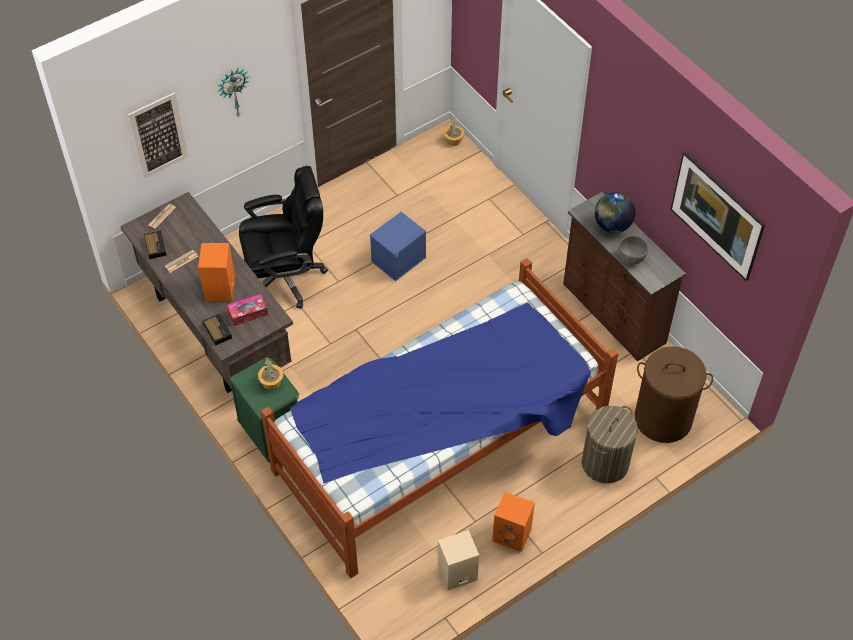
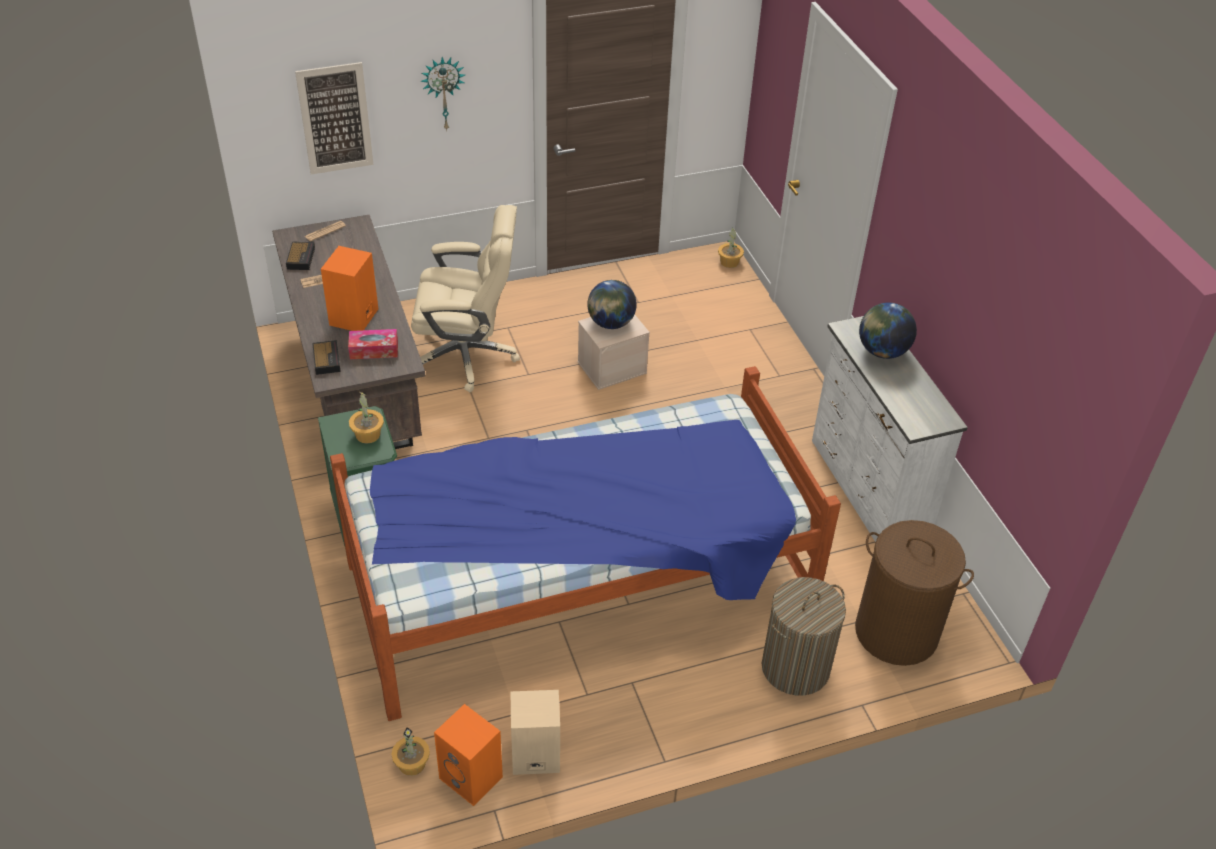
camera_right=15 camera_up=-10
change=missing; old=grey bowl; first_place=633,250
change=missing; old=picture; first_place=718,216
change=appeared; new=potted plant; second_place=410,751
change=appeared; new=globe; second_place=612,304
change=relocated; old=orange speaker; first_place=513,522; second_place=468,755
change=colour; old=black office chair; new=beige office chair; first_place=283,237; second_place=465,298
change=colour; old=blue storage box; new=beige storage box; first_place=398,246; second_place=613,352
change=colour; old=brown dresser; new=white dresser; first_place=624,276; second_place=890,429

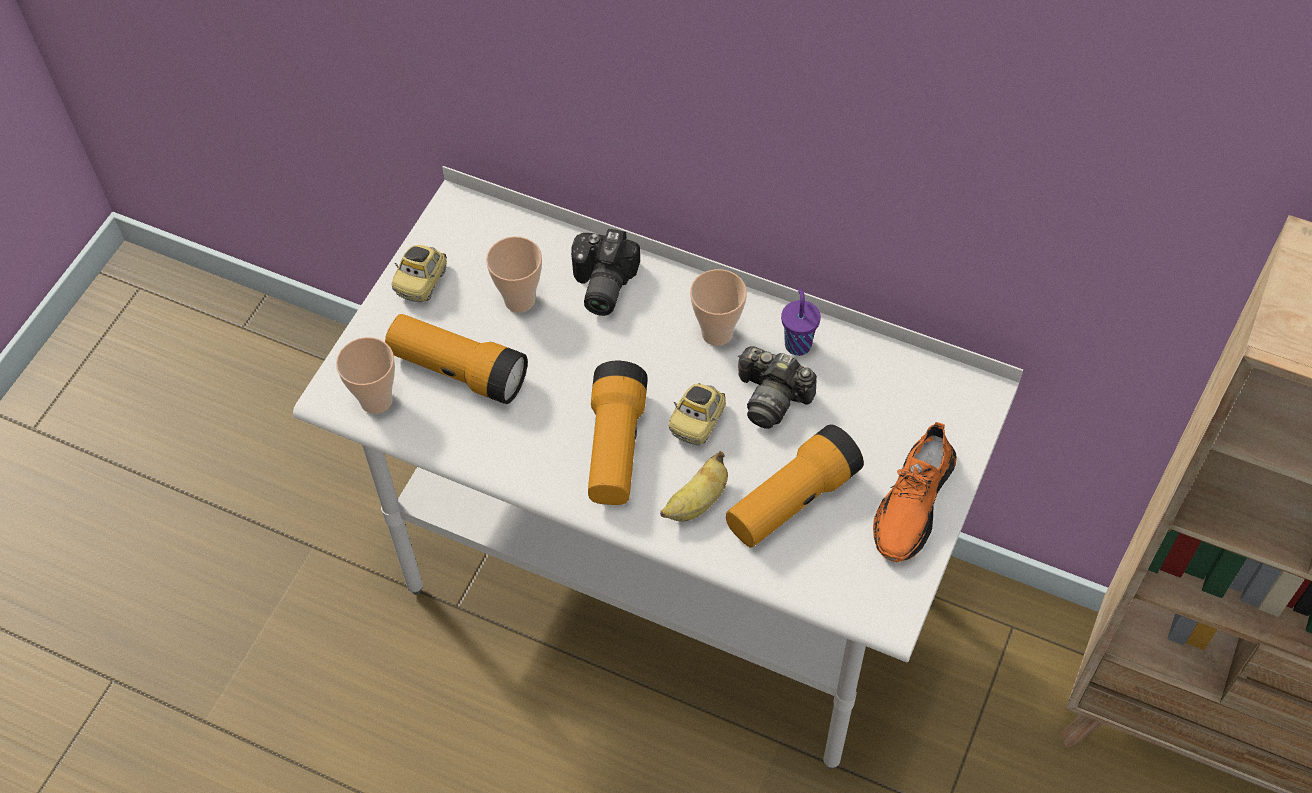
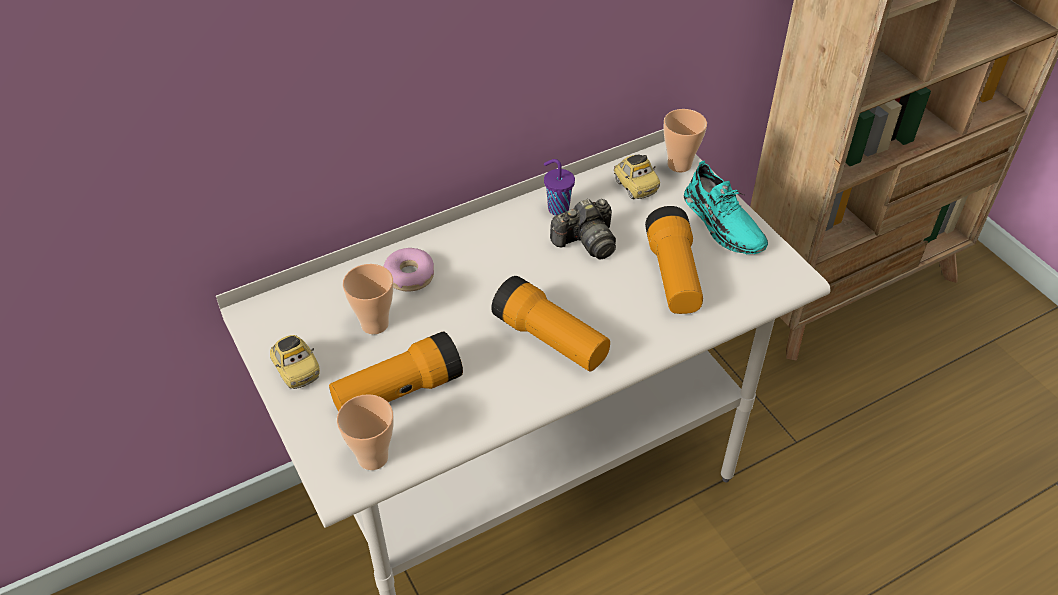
camera_right=-55 camera_up=-10
change=missing; old=banana; first_place=694,486
change=relocated; old=toy car; first_place=697,414; second_place=637,176
change=relocated; old=cup; first_place=718,307; second_place=685,141
change=exchanged; old=photo camera; new=donut; first_place=605,272; second_place=408,270
change=colour; old=orange shoe; new=turquoise shoe; first_place=915,492; second_place=726,207

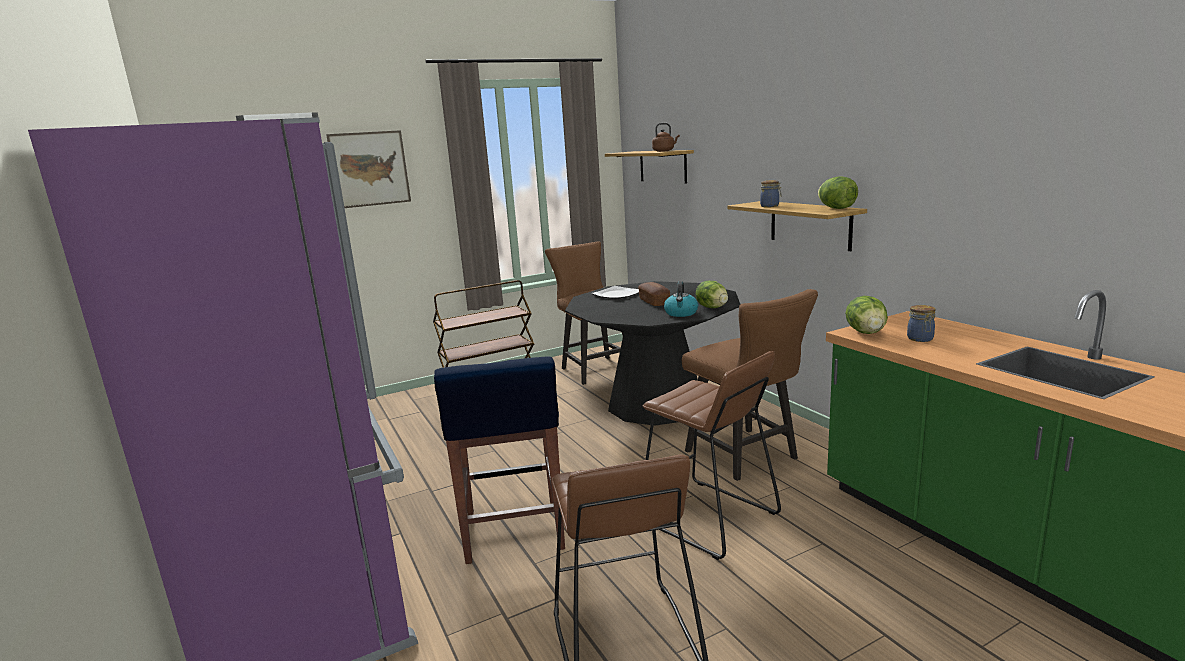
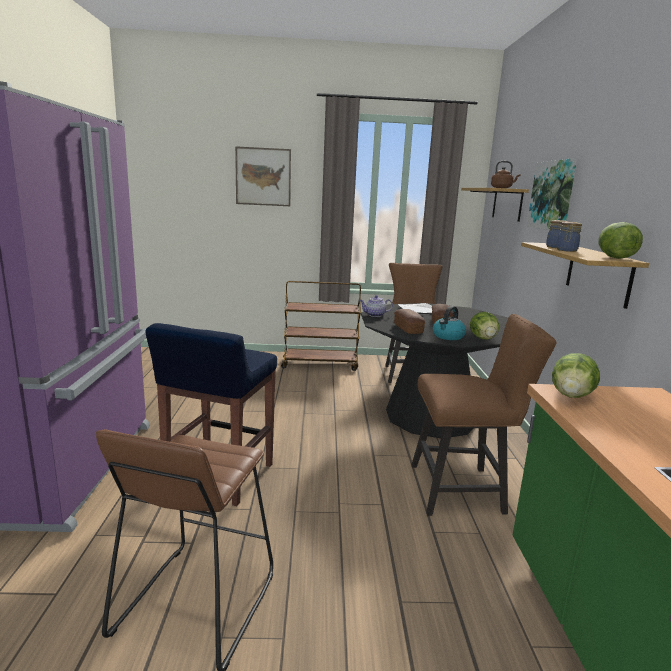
camera_right=25 camera_up=0
change=missing; old=brown stool; first_place=711,455
change=appeared; new=teapot; second_place=376,306
change=appeared; new=bread; second_place=409,321
change=appeared; new=picture; second_place=552,194
change=relocated; old=jar; first_place=921,323; second_place=569,237
change=spun; old=brown chair; first_place=750,385; second_place=484,415; degrees=-90

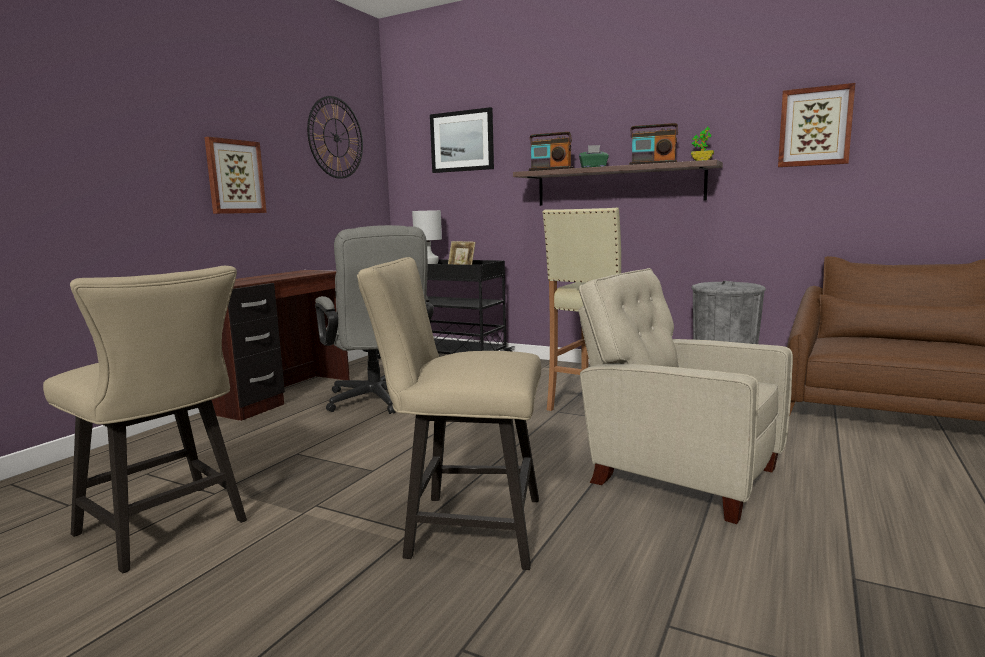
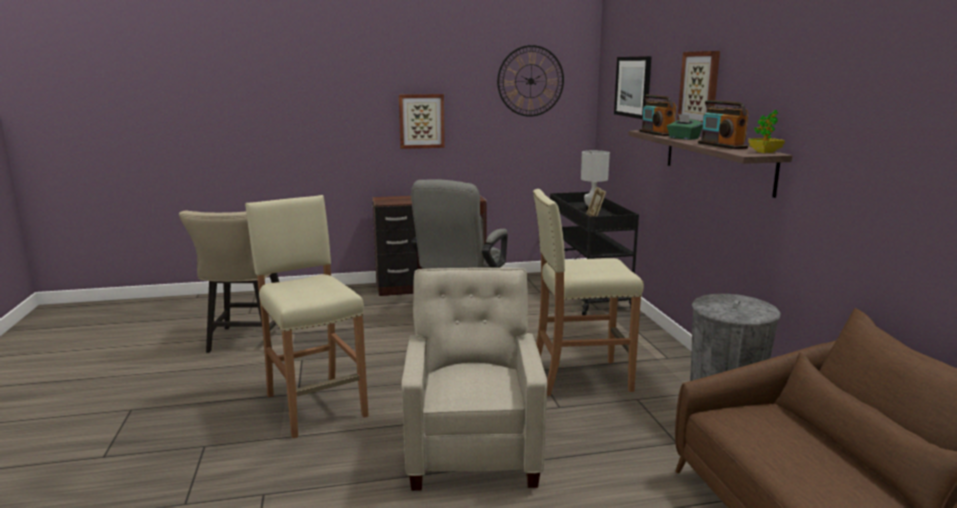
camera_right=50 camera_up=5
change=relocated; old=picture; first_place=816,125; second_place=698,86
change=exchanged; old=beige chair; new=beige stool; first_place=449,413; second_place=307,316

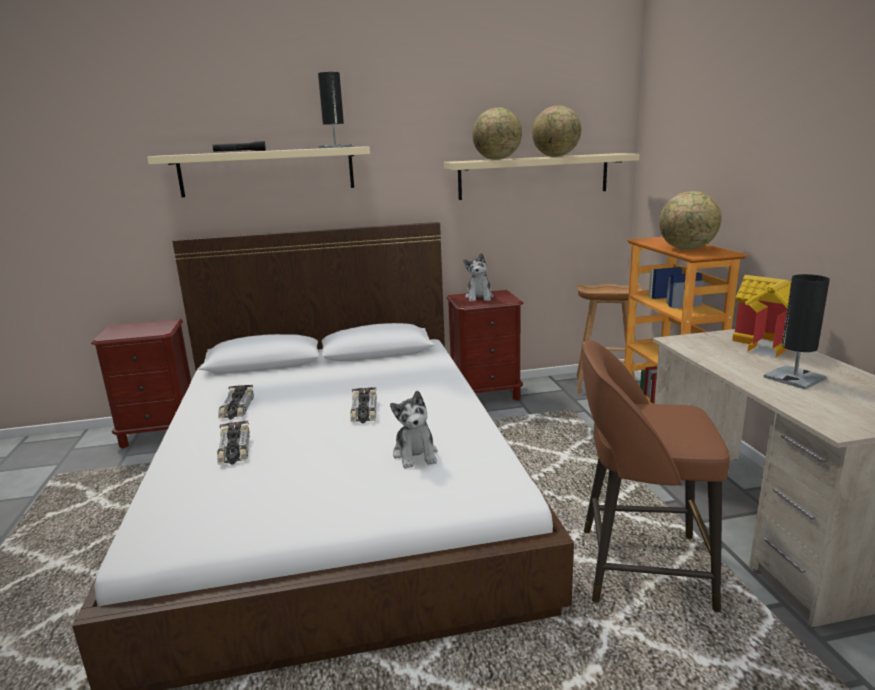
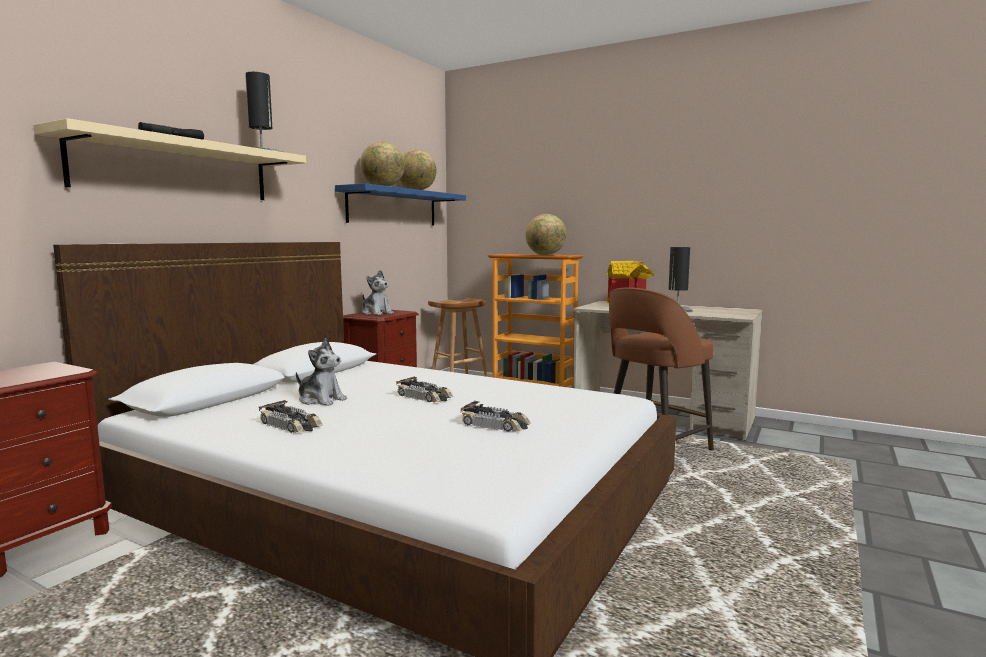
camera_right=-50 camera_up=-10
change=relocated; old=toy car; first_place=233,443; second_place=496,416
change=relocated; old=plush toy; first_place=414,430; second_place=321,372
change=colour; old=beige shelf; new=blue shelf; first_place=542,176; second_place=400,204

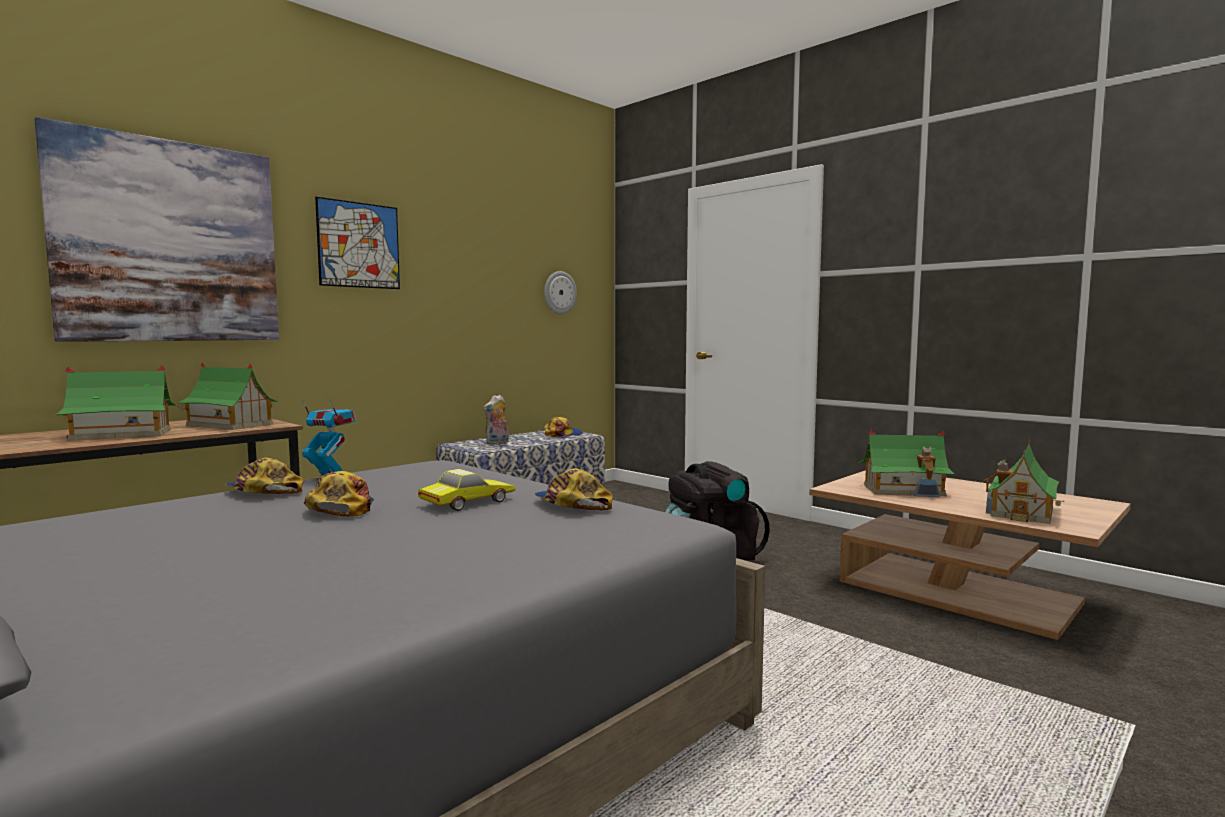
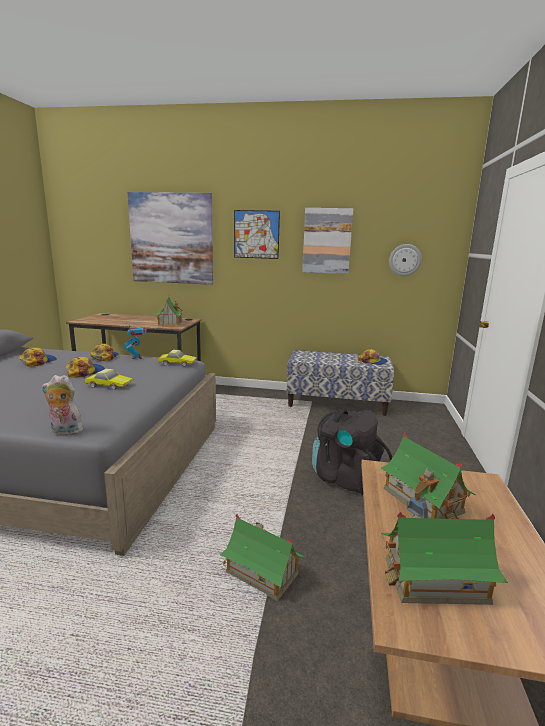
camera_right=55 camera_up=10
change=appeared; new=toy car; second_place=177,358
change=appeared; new=picture; second_place=327,241
change=relocated; old=toy house; first_place=116,403; second_place=262,557
change=relocated; old=plush toy; first_place=496,420; second_place=62,405
change=relocated; old=cap; first_place=573,489; second_place=38,357

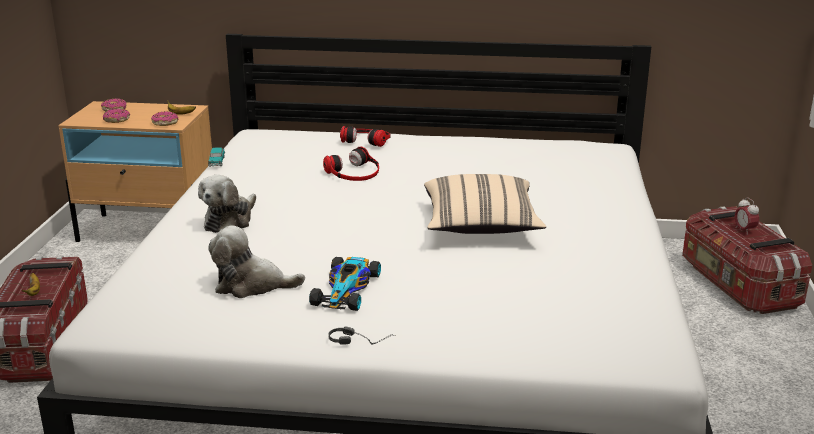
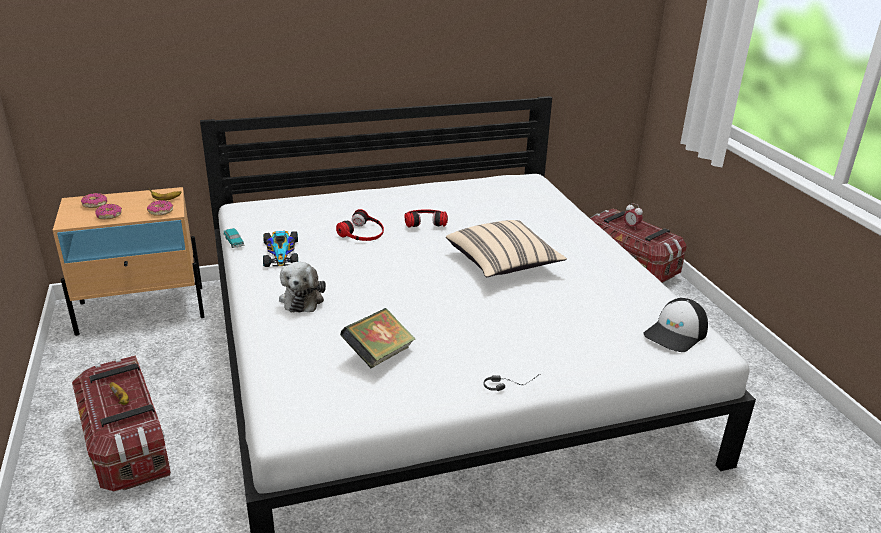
camera_right=-25 camera_up=5
change=appeared; new=cap; second_place=675,325
change=relocated; old=toy car; first_place=345,284; second_place=280,249
change=relocated; old=headphones; first_place=365,136; second_place=426,218
change=exchanged; old=plush toy; new=book; first_place=256,261; second_place=377,338

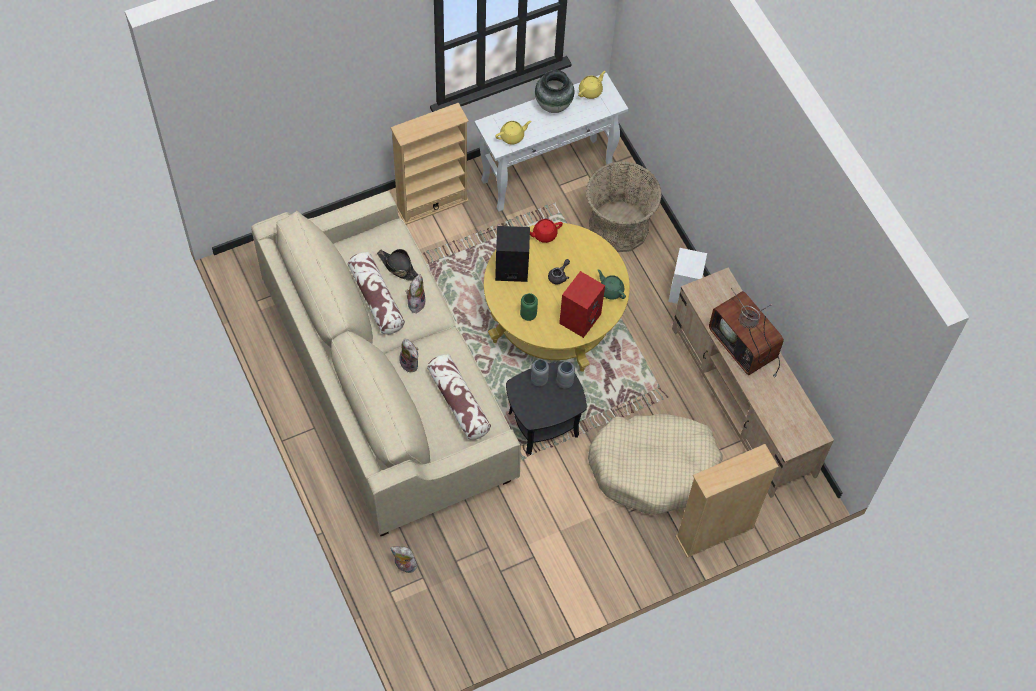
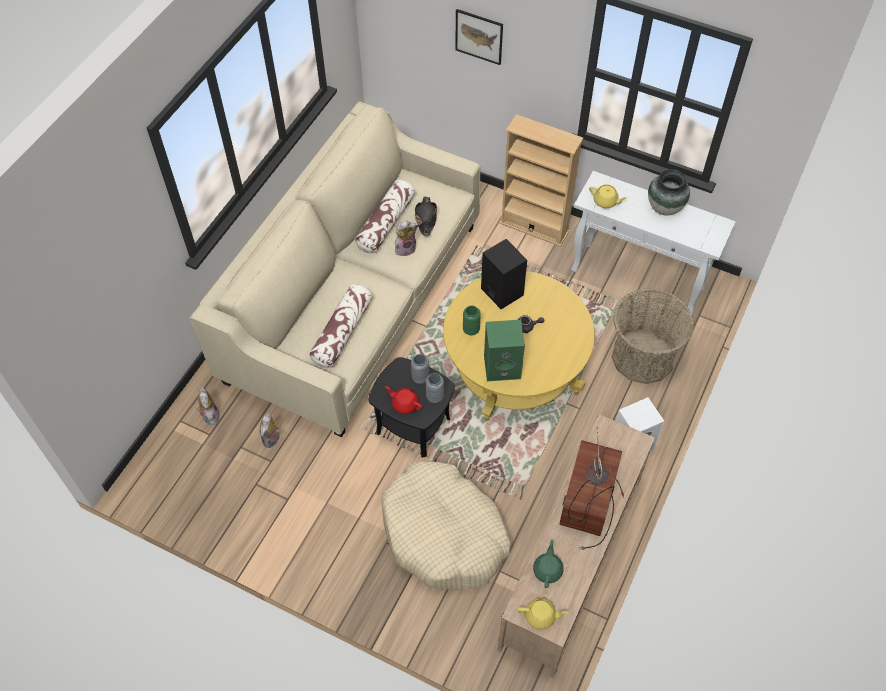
camera_right=55 camera_up=-5
change=missing; old=beige bookcase; first_place=727,501
change=appeared; new=picture; second_place=479,37
change=relocated; old=plush toy; first_place=408,356; second_place=270,431
change=relocated; old=red teapot; first_place=546,231; second_place=404,400
change=relocated; old=yellow teapot; first_place=591,85; second_place=543,614
change=relocated; old=green teapot; first_place=612,284; second_place=548,564
change=colour; old=red speaker; new=green speaker; first_place=582,304; second_place=504,350

